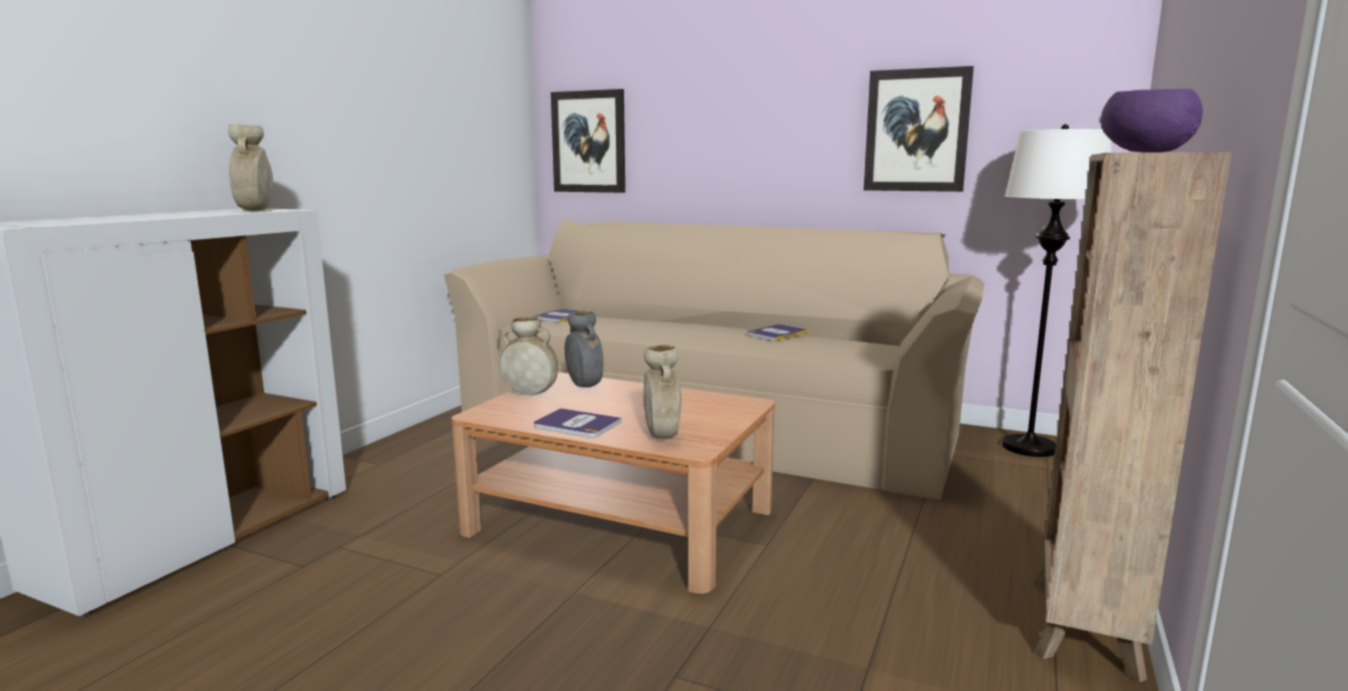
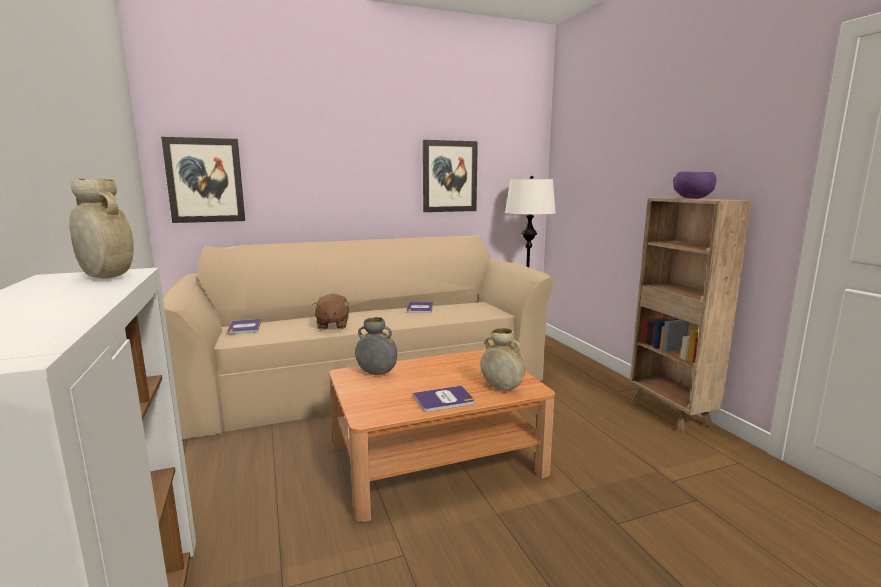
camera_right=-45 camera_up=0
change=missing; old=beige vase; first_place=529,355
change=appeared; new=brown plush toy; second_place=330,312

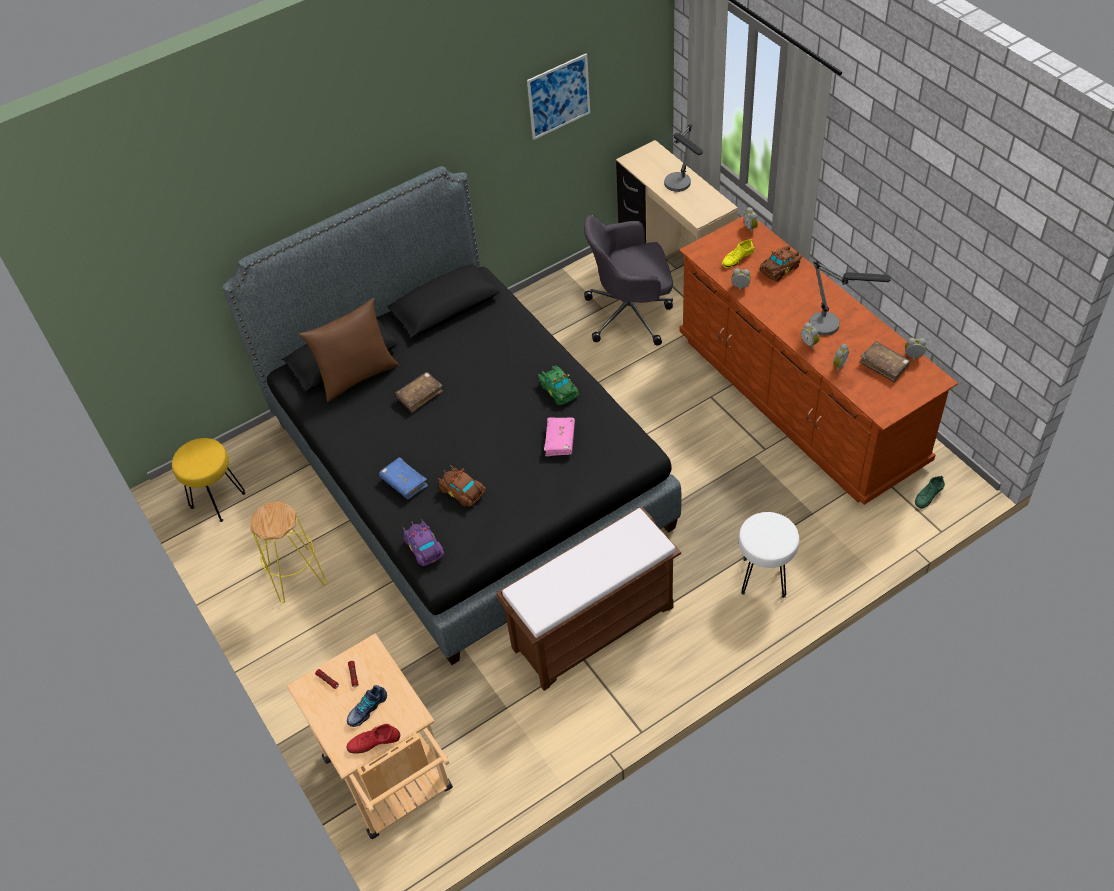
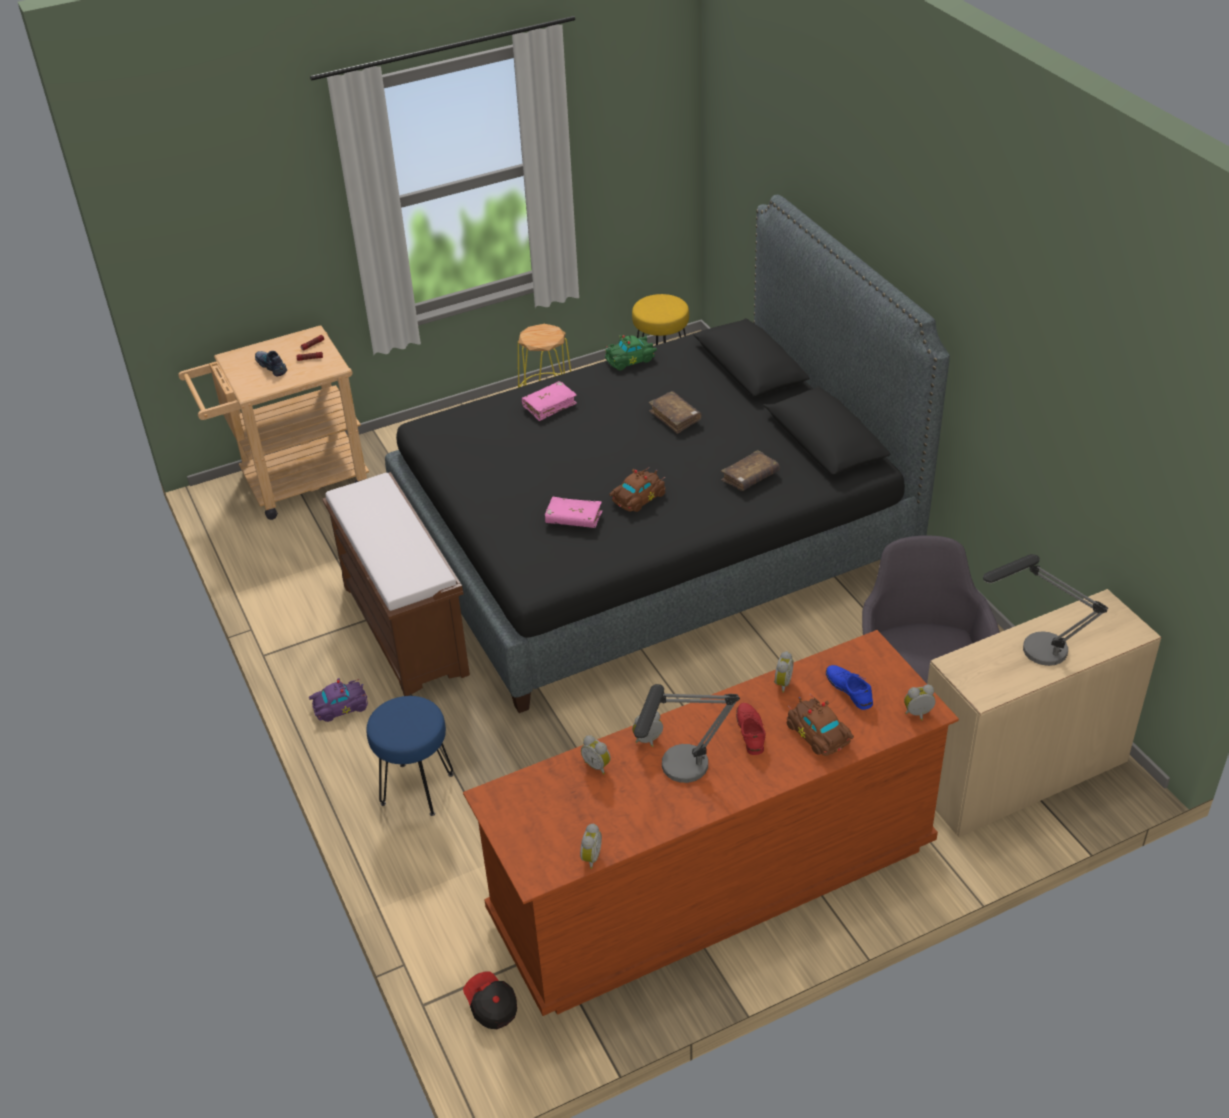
camera_right=95 camera_up=-10
change=missing; old=brown pillow; first_place=349,350
change=missing; old=picture; first_place=558,97
change=relocated; old=red shoe; first_place=373,739; second_place=751,729
change=relocated; old=purple toy car; first_place=423,542; second_place=338,700
change=relocated; old=brown toy car; first_place=462,486; second_place=637,489
change=relocated; old=green toy car; first_place=558,385; second_place=630,352
change=relocated; old=brown book; first_place=885,362; second_place=750,470
change=exchanged; old=green shoe; new=cap; first_place=930,492; second_place=490,1000
change=colour; old=blue book; new=pink book; first_place=403,478; second_place=549,401
change=colour; old=yellow shoe; new=blue shoe; first_place=738,253; second_place=849,687
change=colour; old=white stool; new=blue stool; first_place=768,555; second_place=410,756

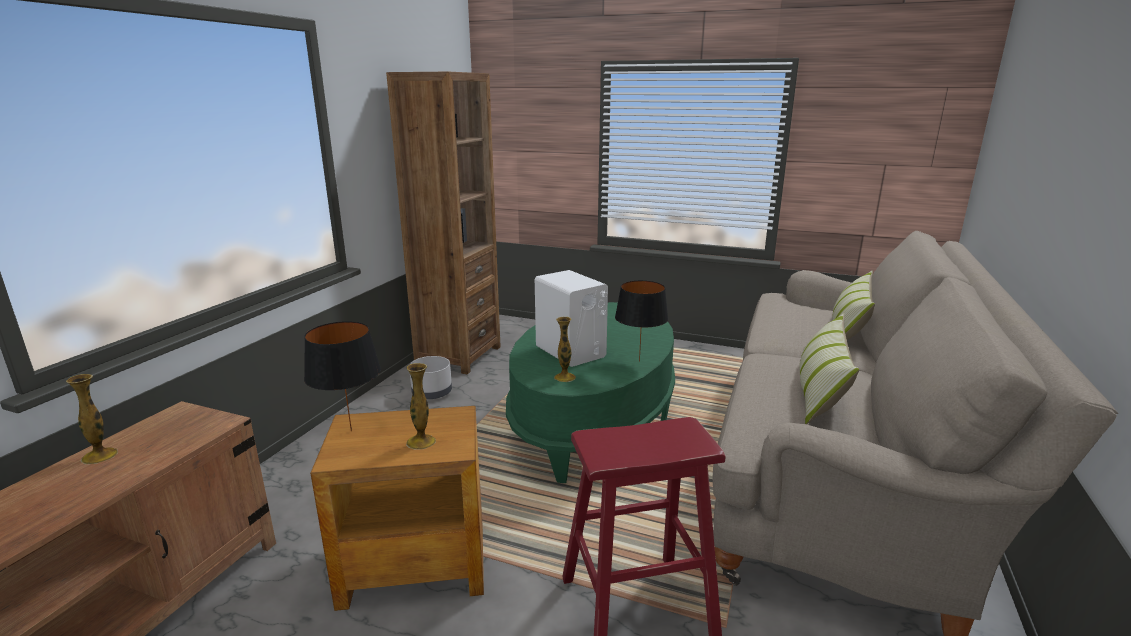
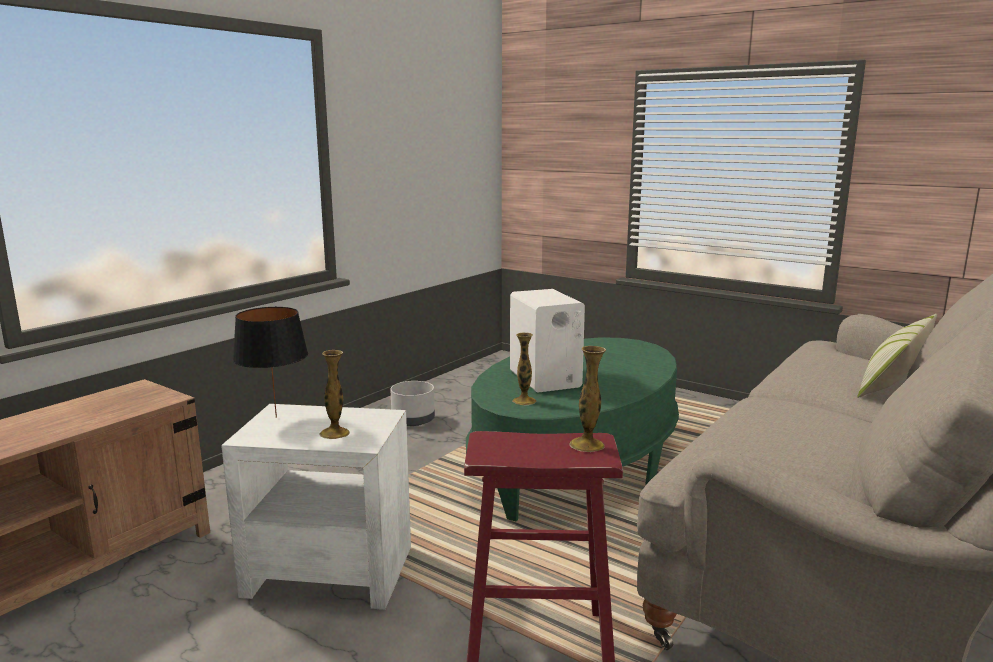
camera_right=15 camera_up=-5
change=missing; old=brown bookcase; first_place=443,223
change=missing; old=black table lamp; first_place=641,321
change=missing; old=pillow; first_place=829,368
change=relocated; old=vase; first_place=92,419; second_place=587,399
change=colour; old=brown side table; new=white side table; first_place=397,508; second_place=316,507

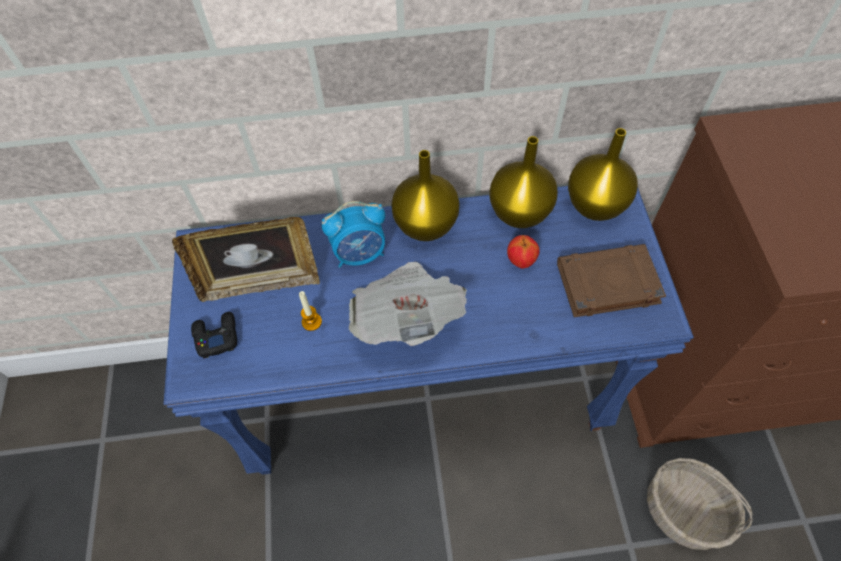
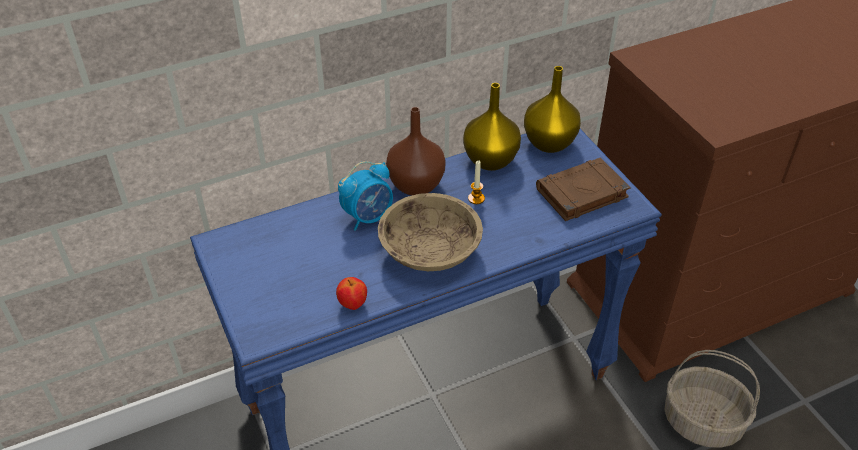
camera_right=-20 camera_up=-15
change=missing; old=picture frame; first_place=246,259
change=missing; old=black game controller; first_place=214,335
change=relocated; old=candle; first_place=310,311; second_place=476,182
change=relocated; old=apple; first_place=523,252; second_place=351,293
change=exchanged; old=newspaper; new=beige bowl; first_place=408,304; second_place=430,232
change=colour; old=yellow vase; new=brown vase; first_place=425,195; second_place=416,151

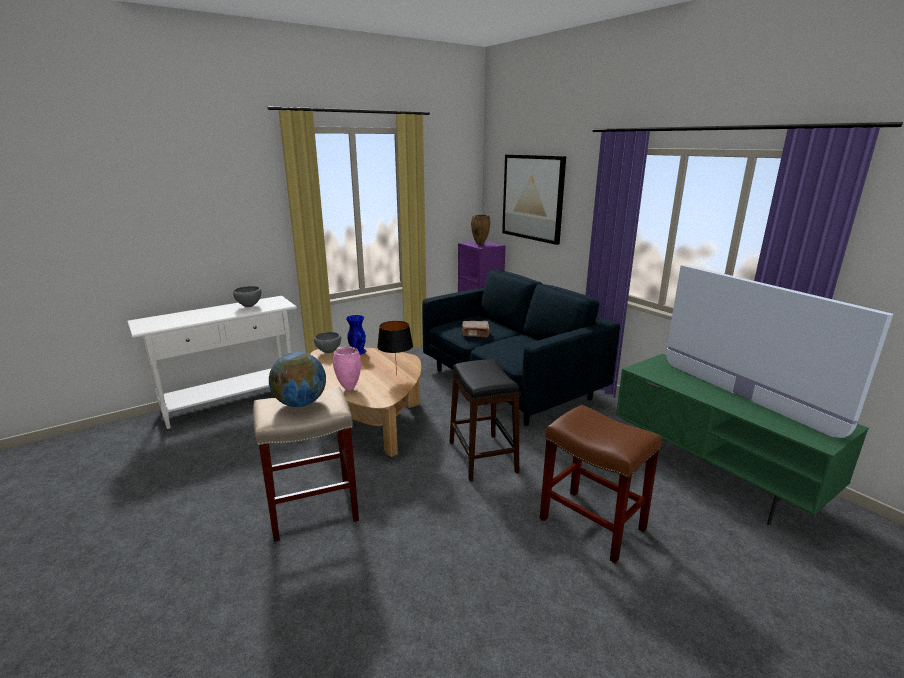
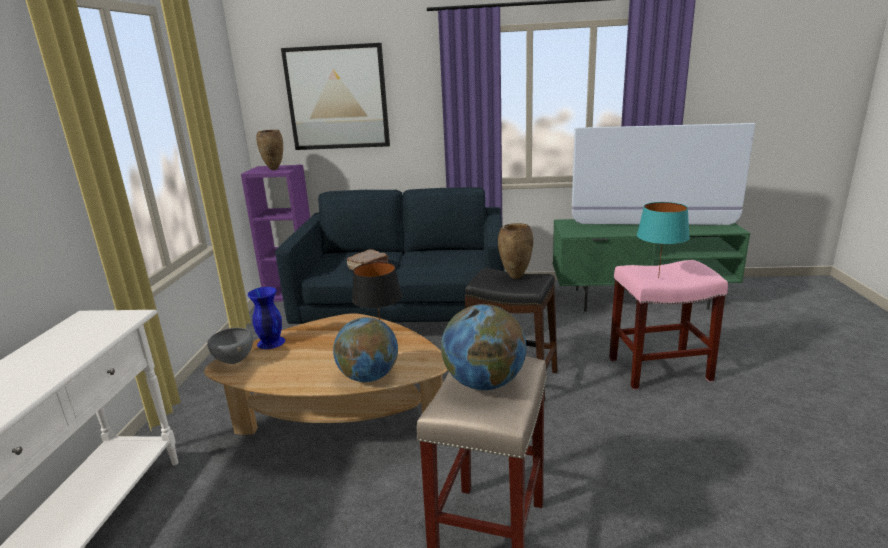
camera_right=-50 camera_up=0
change=missing; old=grey bowl; first_place=247,296
change=appeared; new=brown vase; second_place=515,251
change=appeared; new=turquoise table lamp; second_place=663,240
change=exchanged; old=pink vase; new=globe; first_place=347,369; second_place=365,349
change=colour; old=brown stool; new=pink stool; first_place=601,484; second_place=668,325

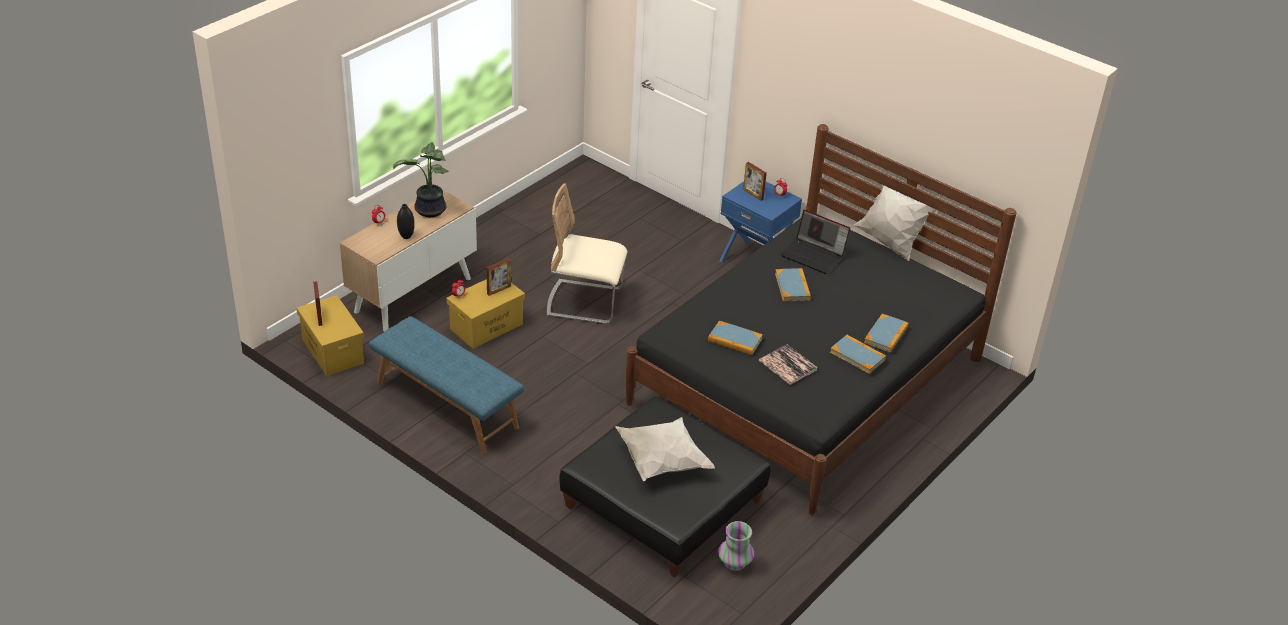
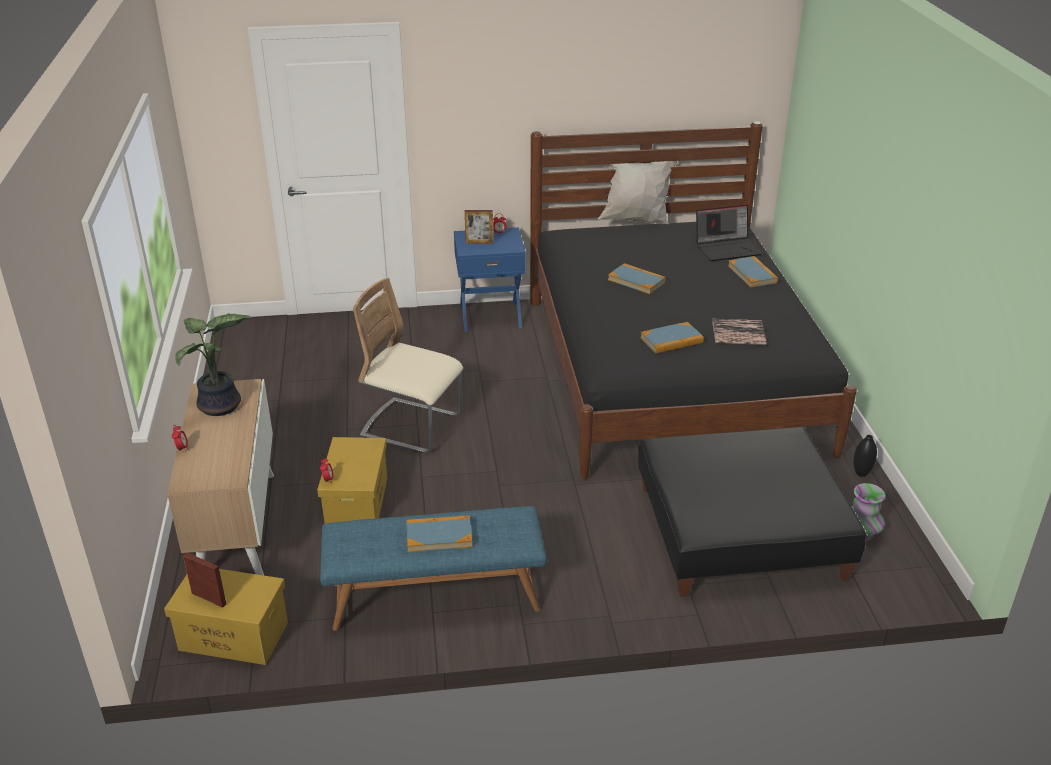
camera_right=-45 camera_up=-5
change=missing; old=picture frame; first_place=498,277
change=missing; old=white pillow; first_place=665,449
change=relocated; old=black vase; first_place=406,221; second_place=865,456
change=relocated; old=laptop; first_place=815,242; second_place=729,232
change=relocated; old=book; first_place=858,354; second_place=439,533
change=spun; old=beige chair; first_place=587,253; second_place=408,365; degrees=60

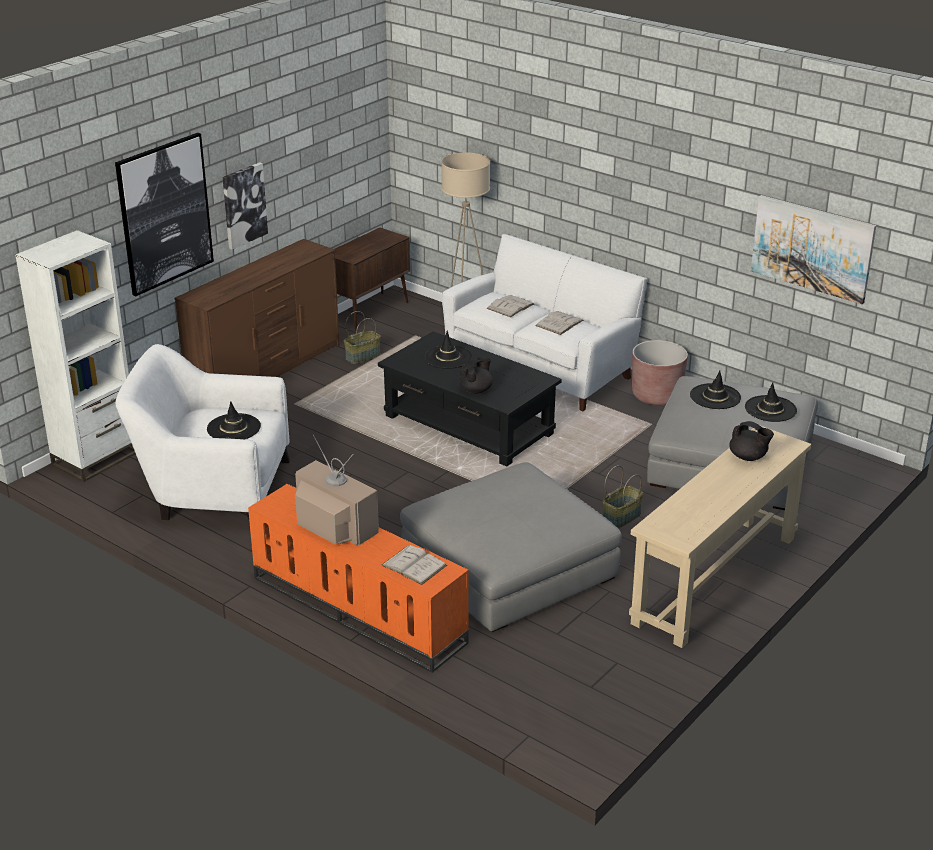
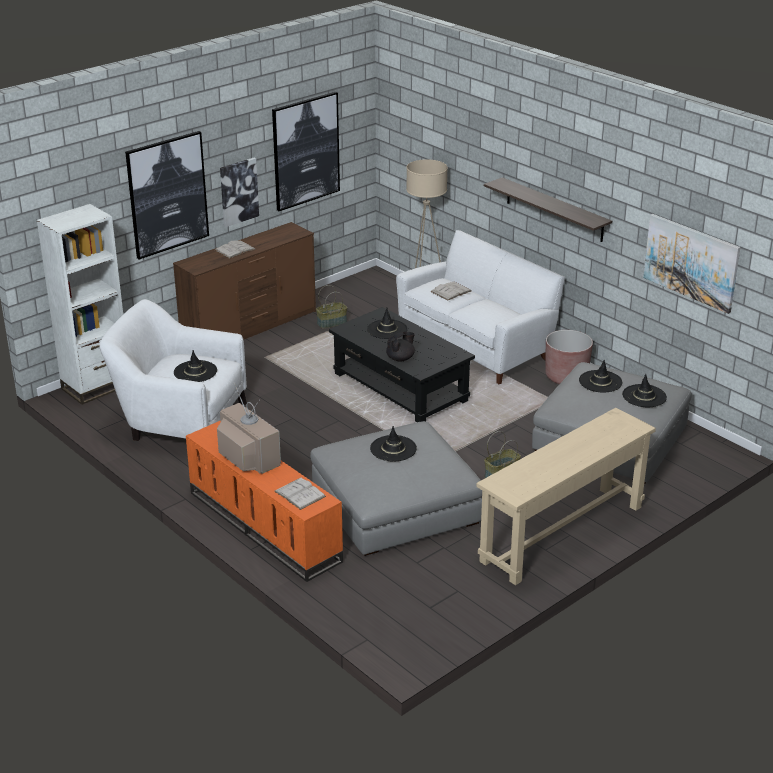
camera_right=10 camera_up=0
change=missing; old=brown cabinet; first_place=372,279
change=missing; old=black teapot; first_place=751,441
change=appeared; new=picture; second_place=306,151
change=appeared; new=black hat; second_place=393,443
change=appeared; new=shelf; second_place=548,209
change=relocated; old=white book; first_place=560,323; second_place=235,249

